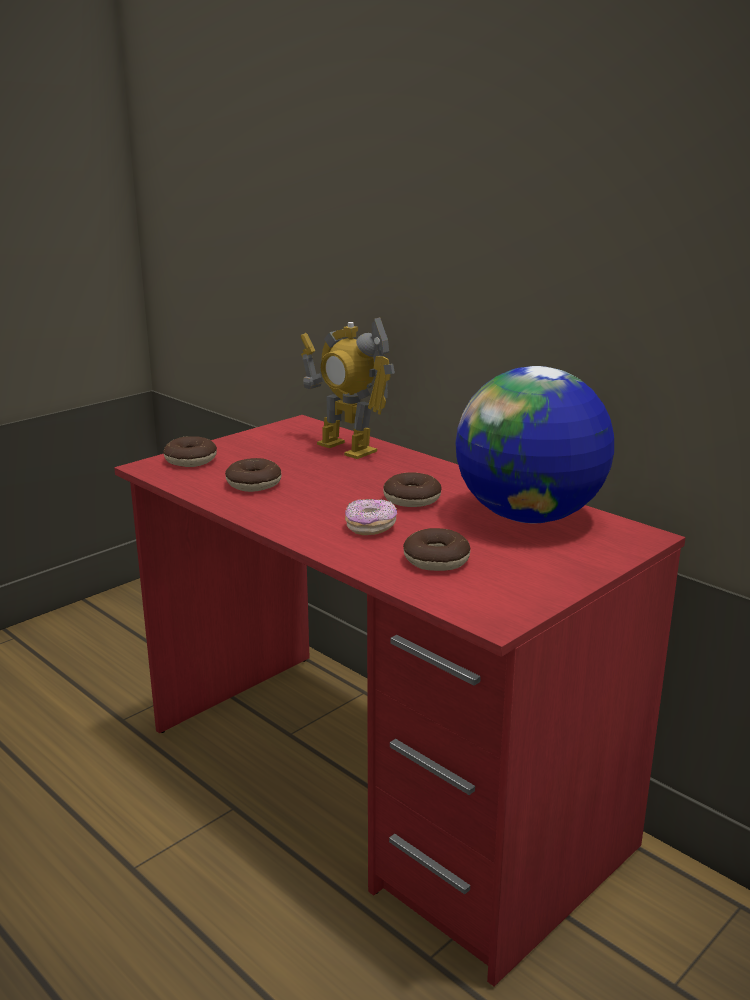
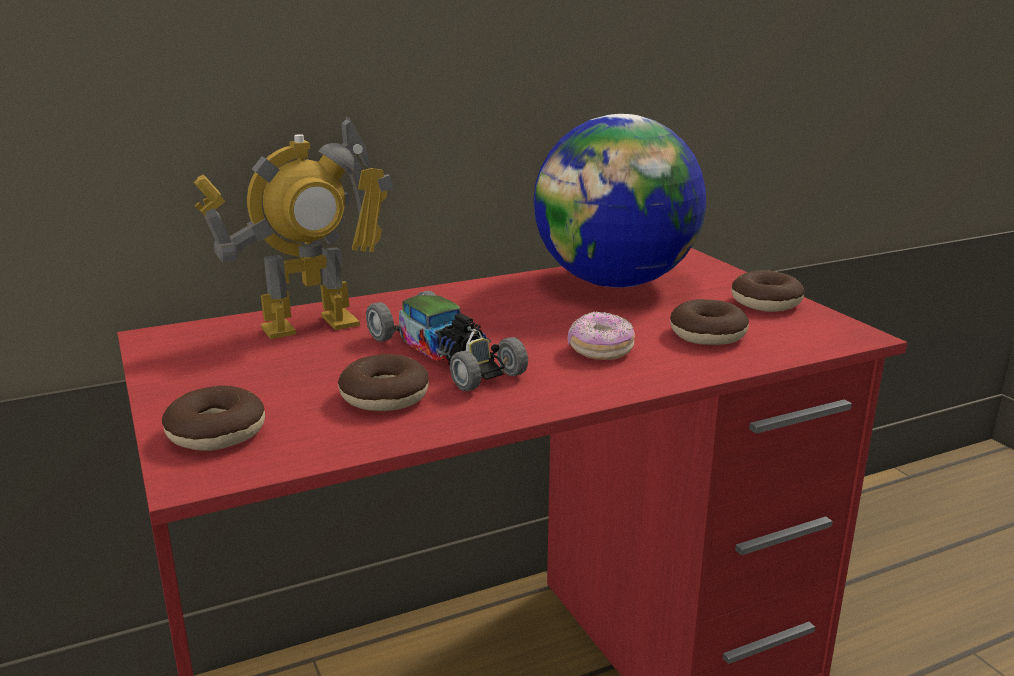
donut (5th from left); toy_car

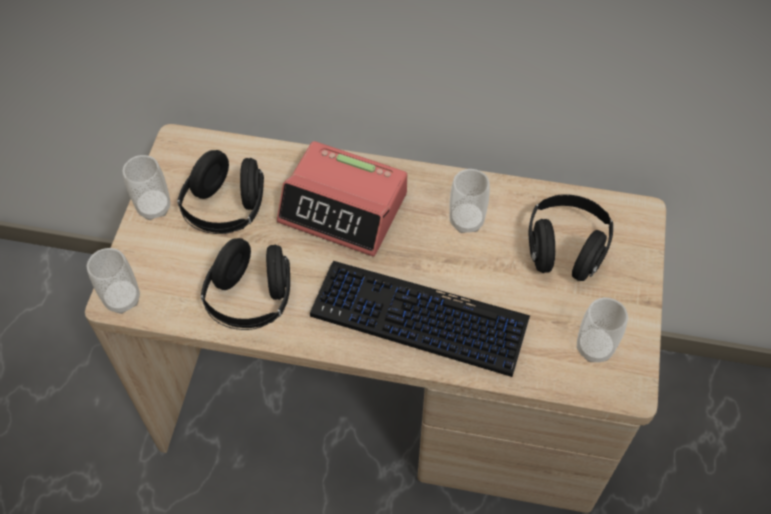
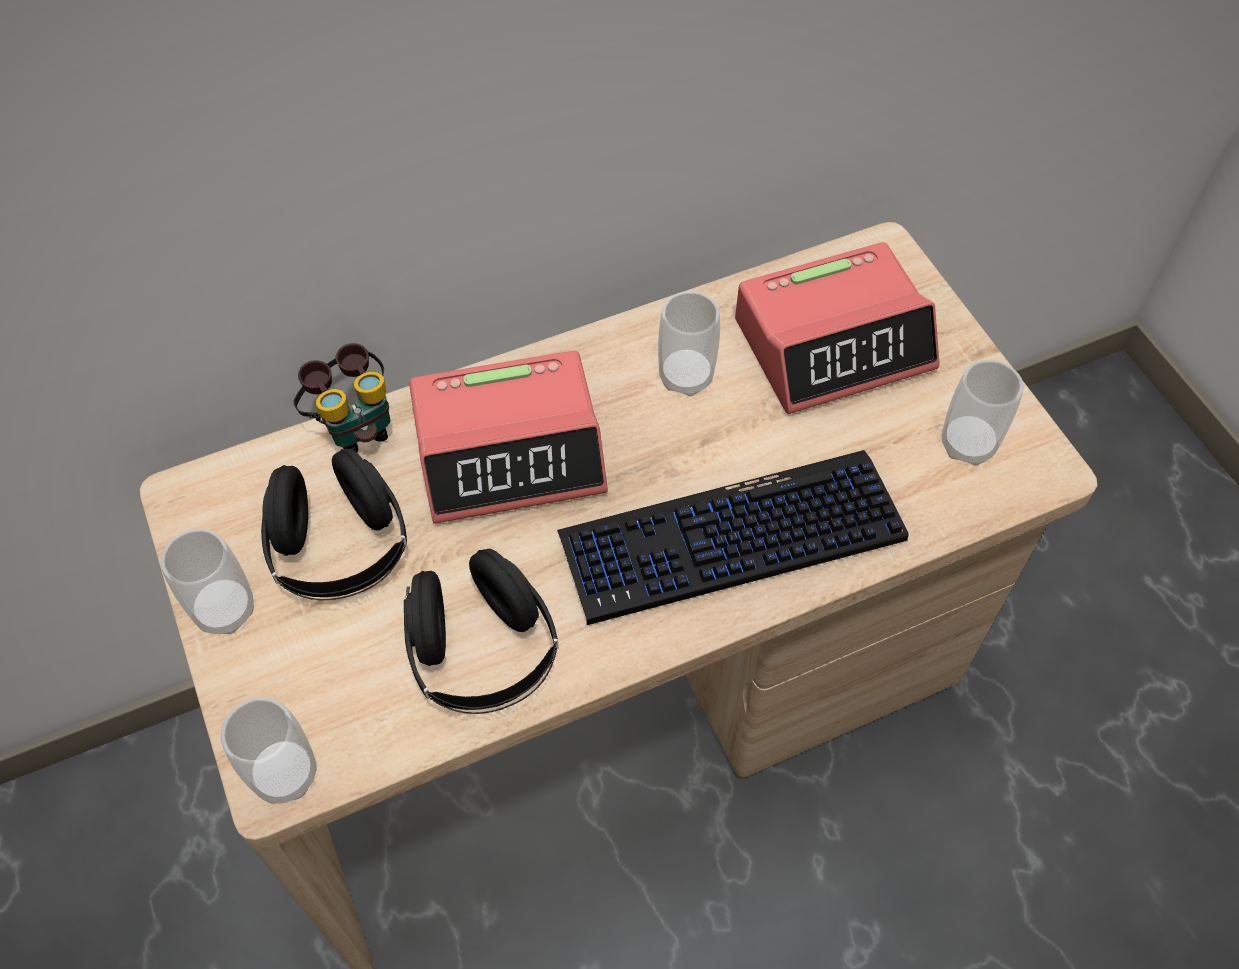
alarm_clock (2nd from left); binoculars

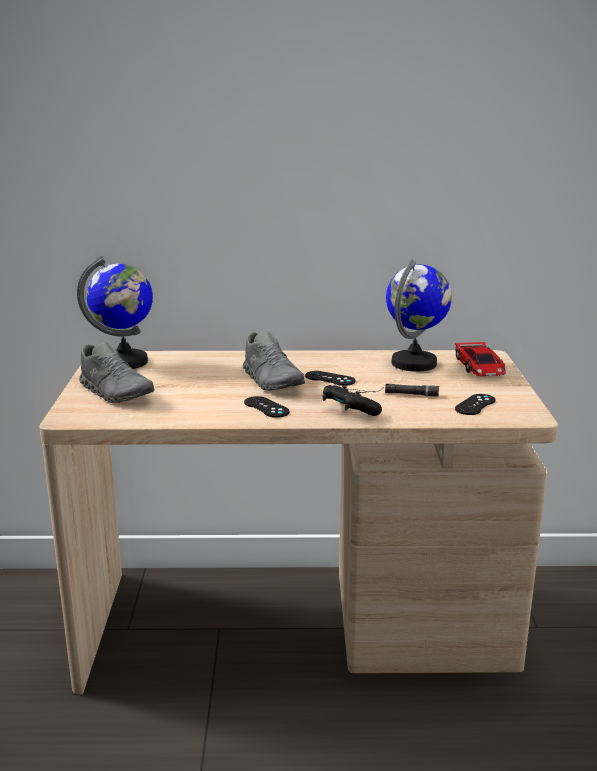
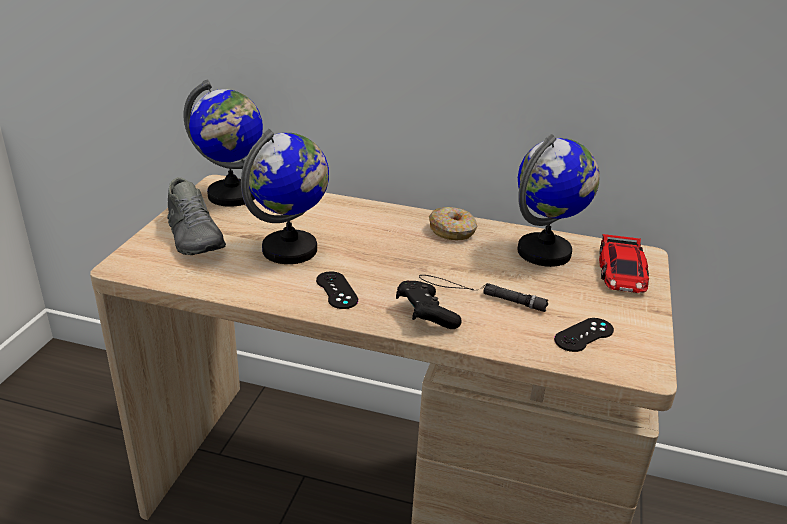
grey_shoe (2nd from left in the first image); black_game_controller (2nd from left in the first image); globe (2nd from left); donut

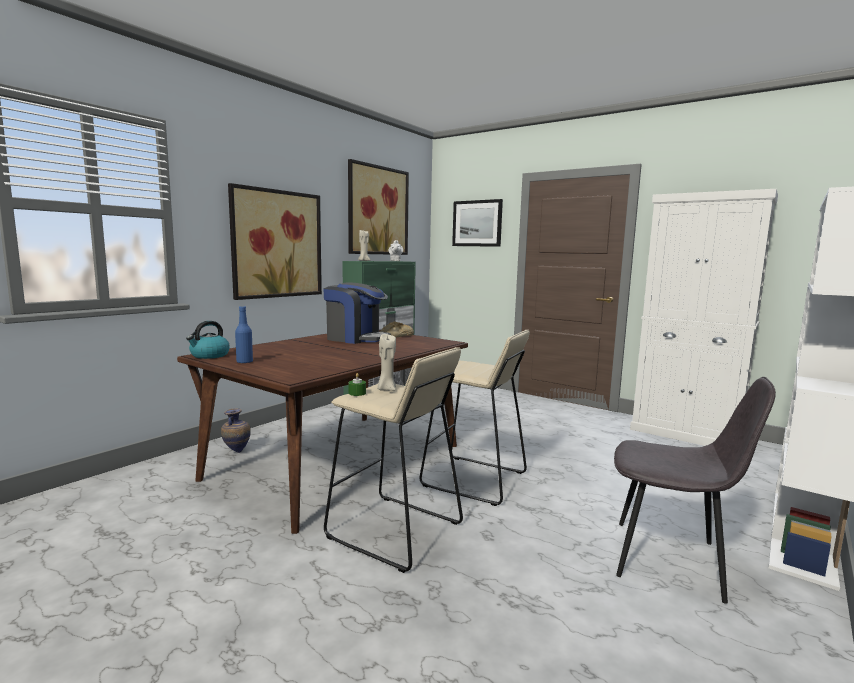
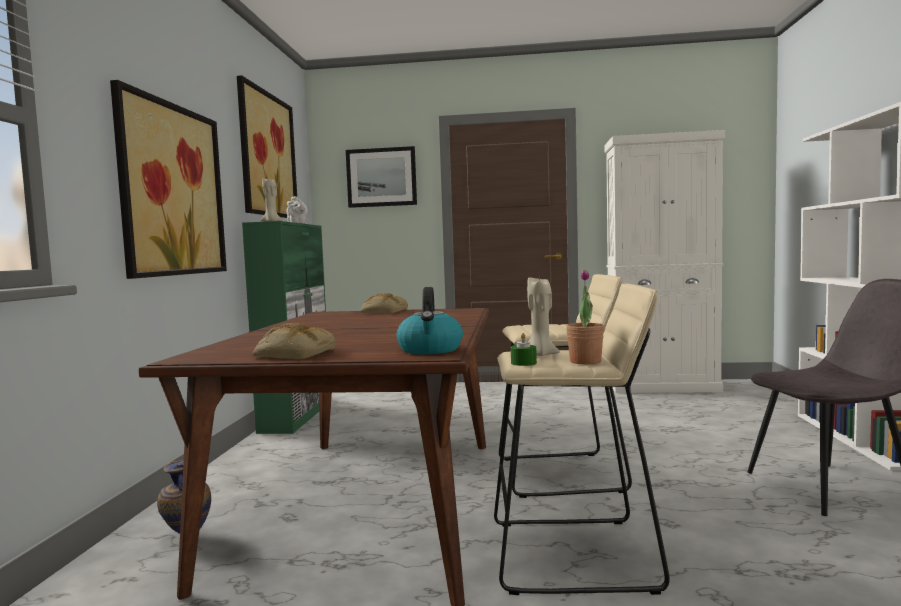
coffee_machine; bread (1st from left); kettle; potted_plant

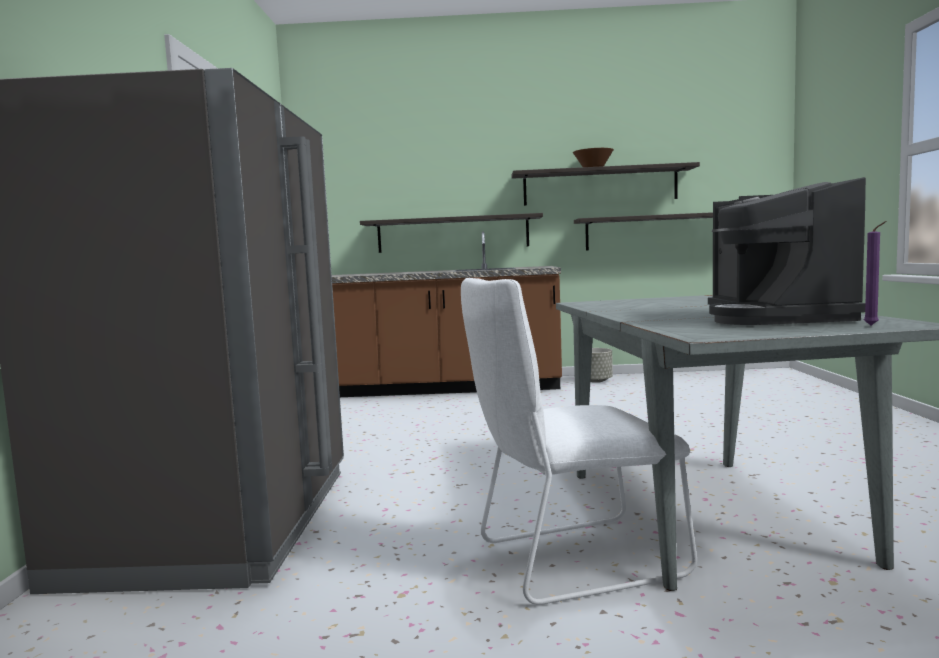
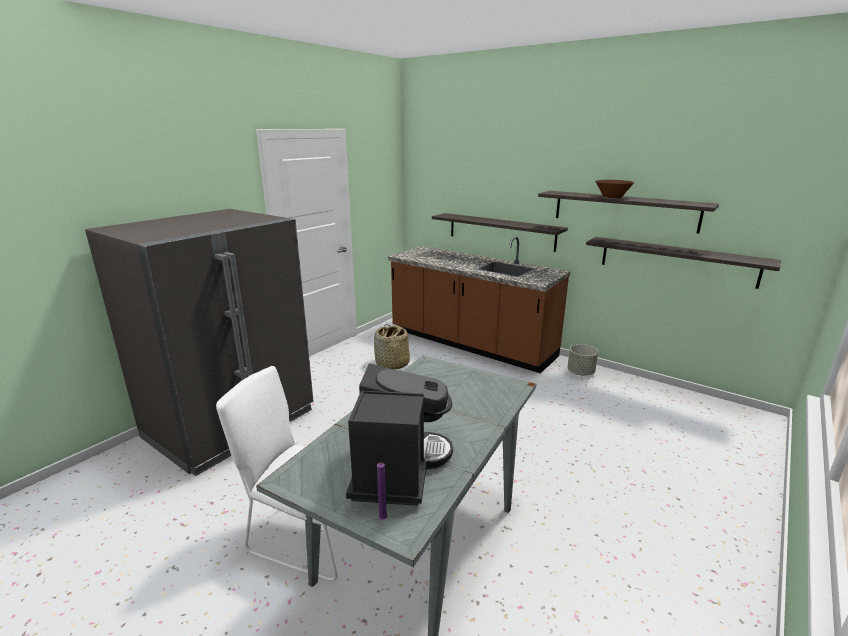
coffee_machine; basket

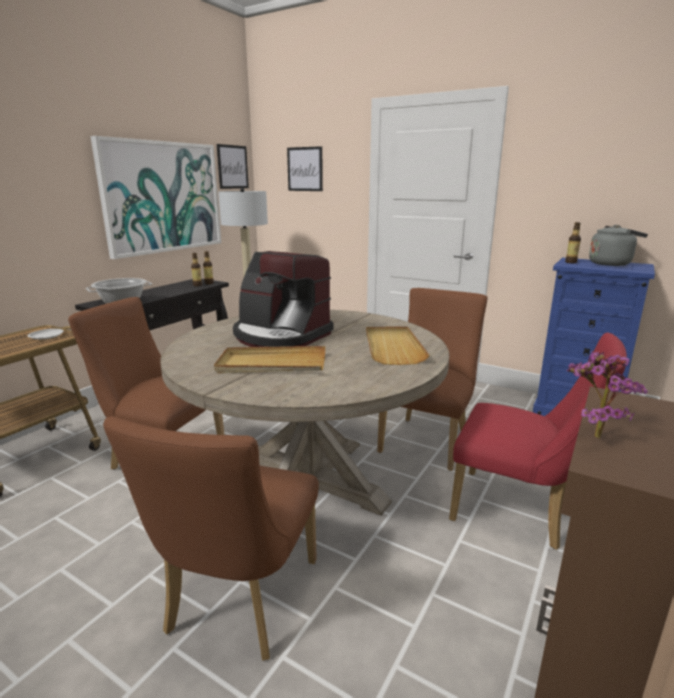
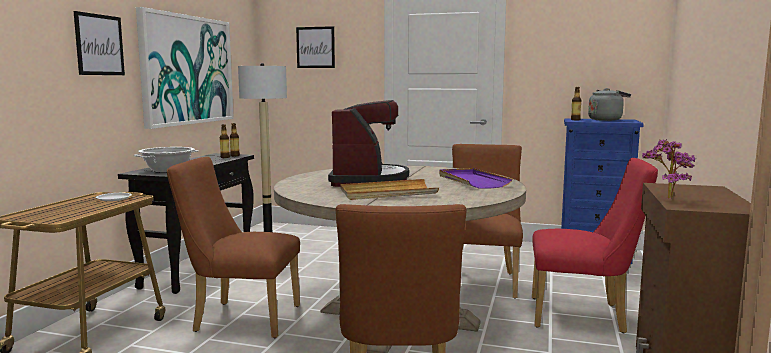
picture (1st from left); coffee_machine; purple_tray

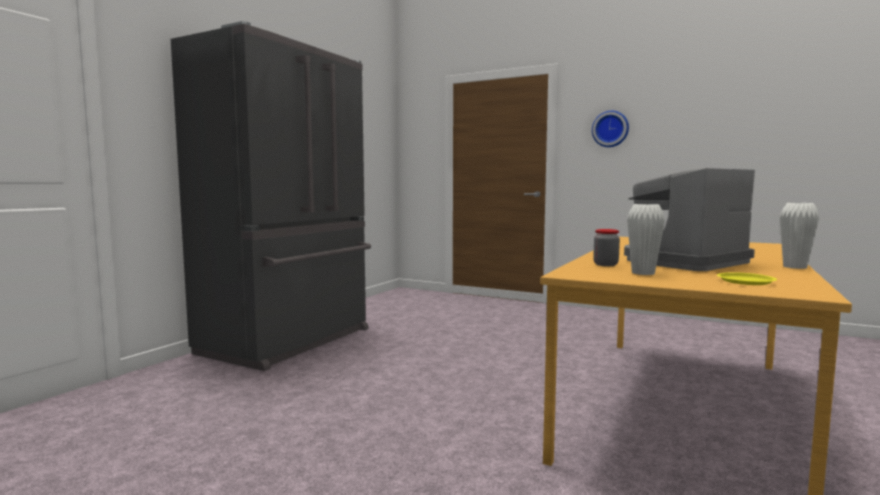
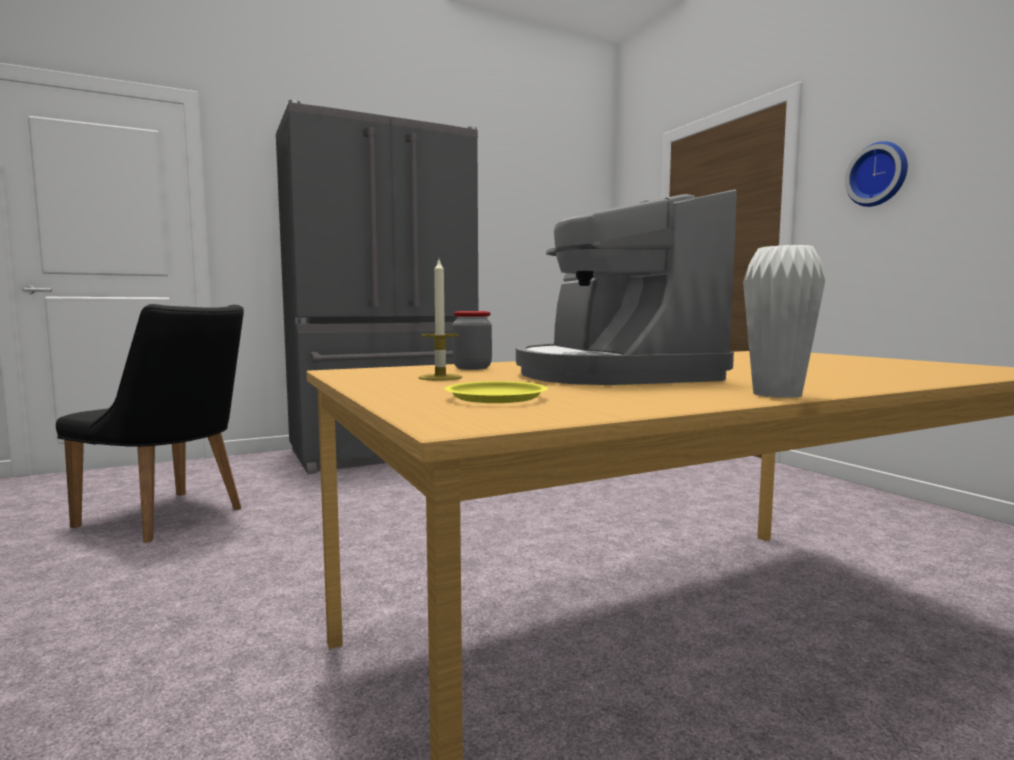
coffee_machine; candle; black_chair

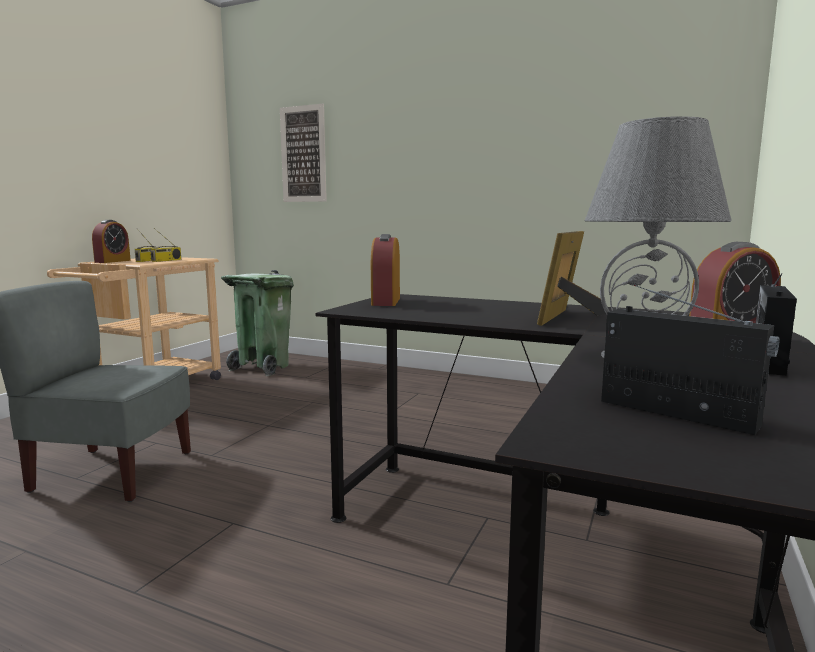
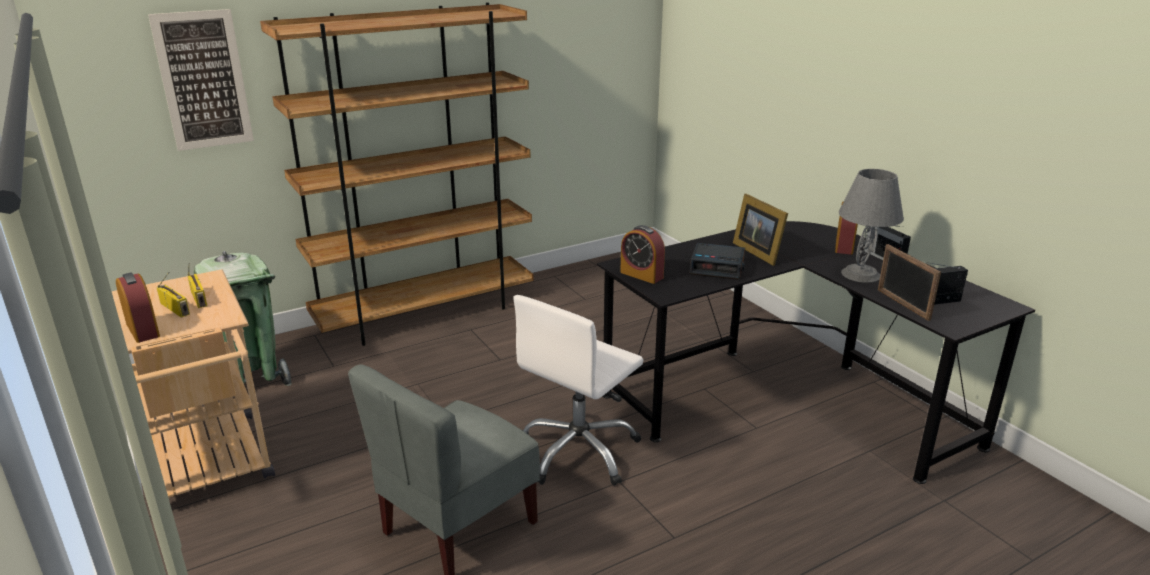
brown_bookcase; alarm_clock (3rd from left); picture_frame (2nd from left); white_office_chair

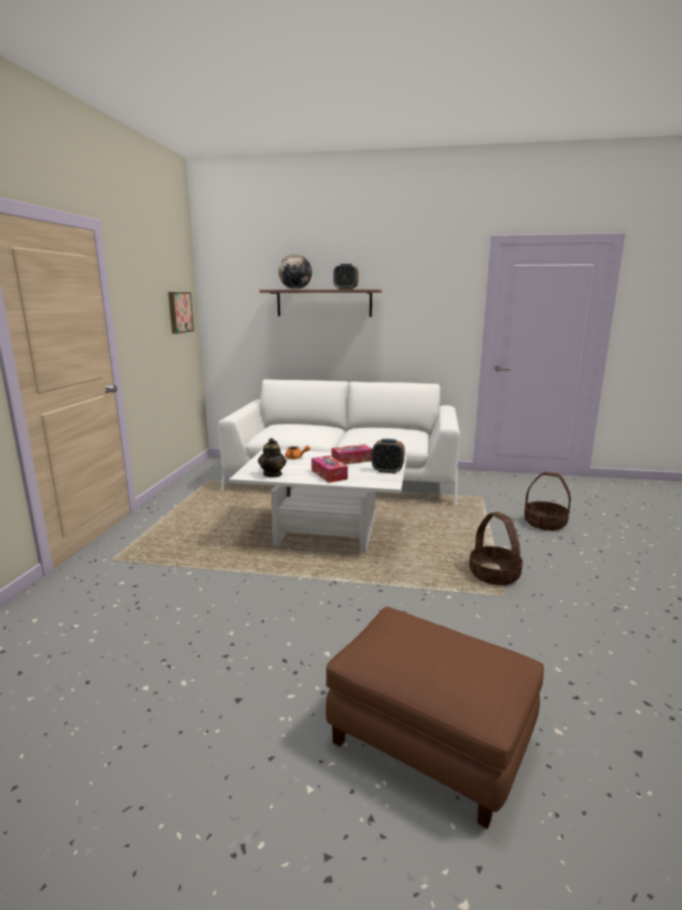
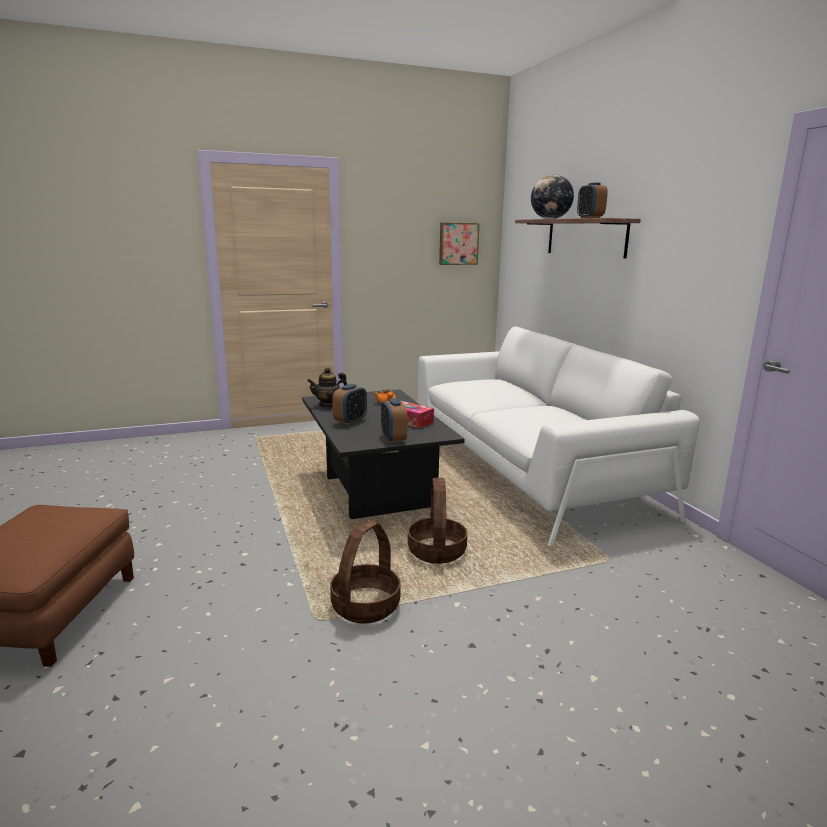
black_coffee_table; alarm_clock (1st from left); basket (2nd from left)

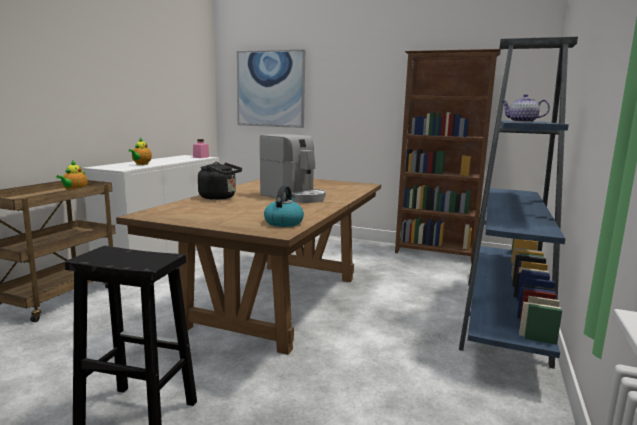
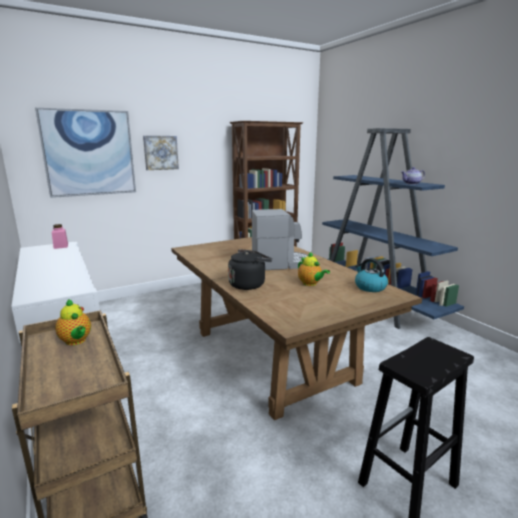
teapot (2nd from left); picture (2nd from left)

